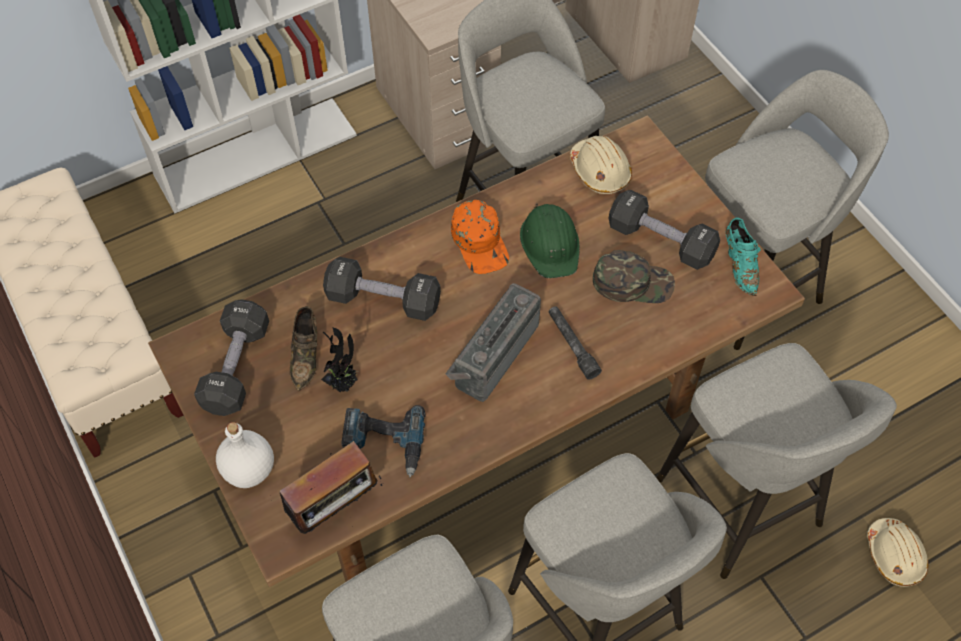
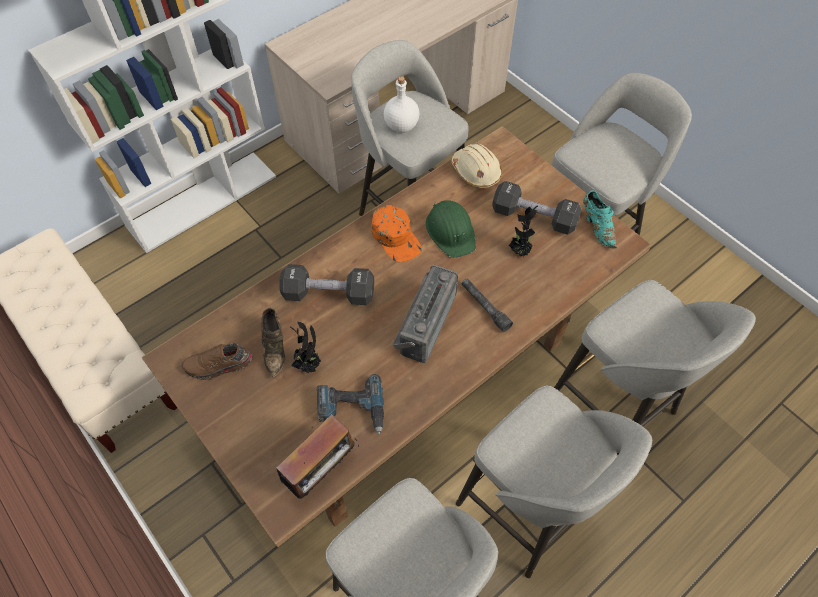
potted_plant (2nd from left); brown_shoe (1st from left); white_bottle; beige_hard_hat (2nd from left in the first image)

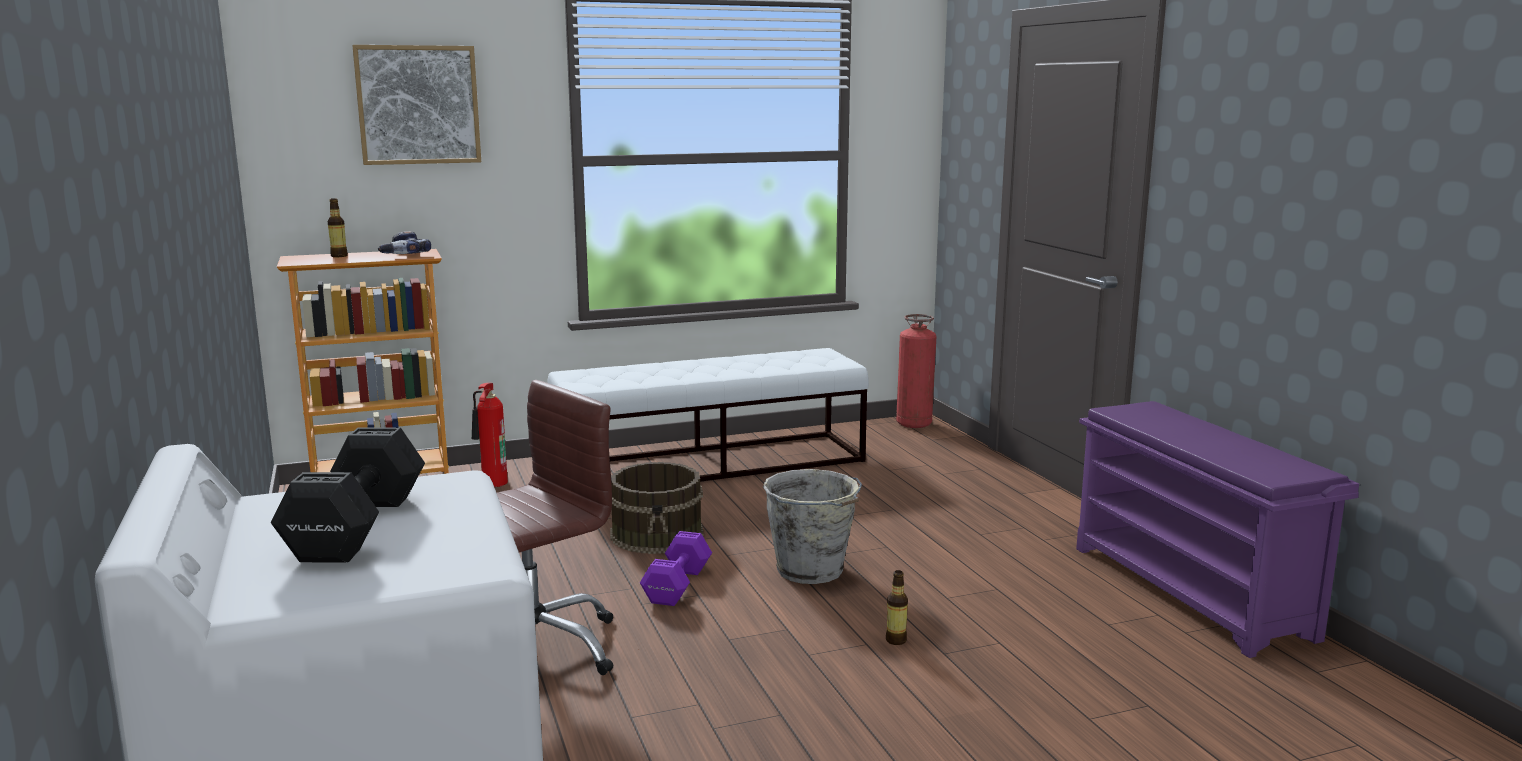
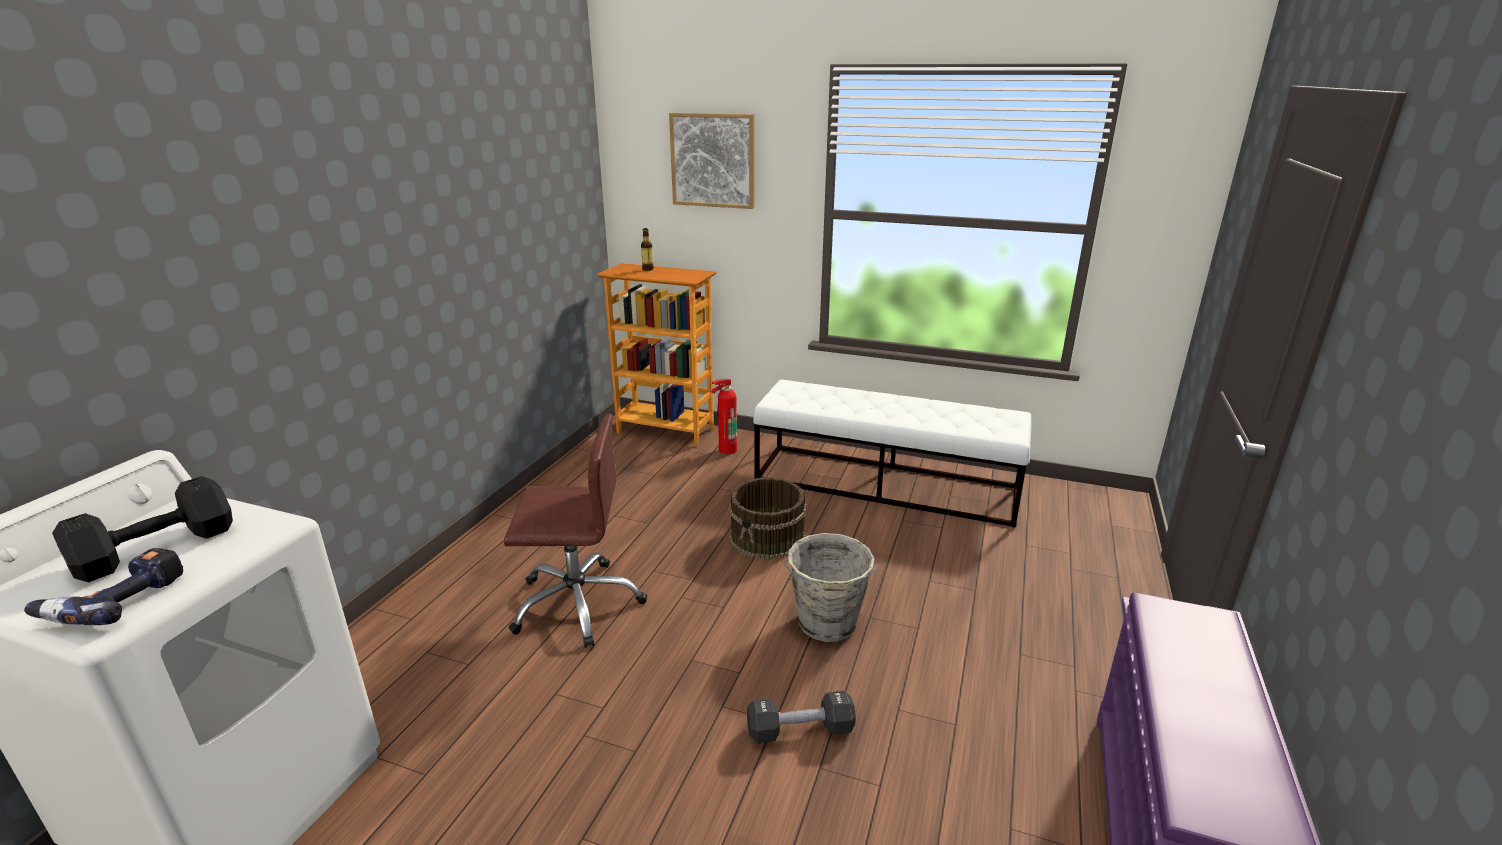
power_drill; fire_extinguisher (2nd from left in the first image); purple_dumbbell; black_dumbbell (2nd from left)

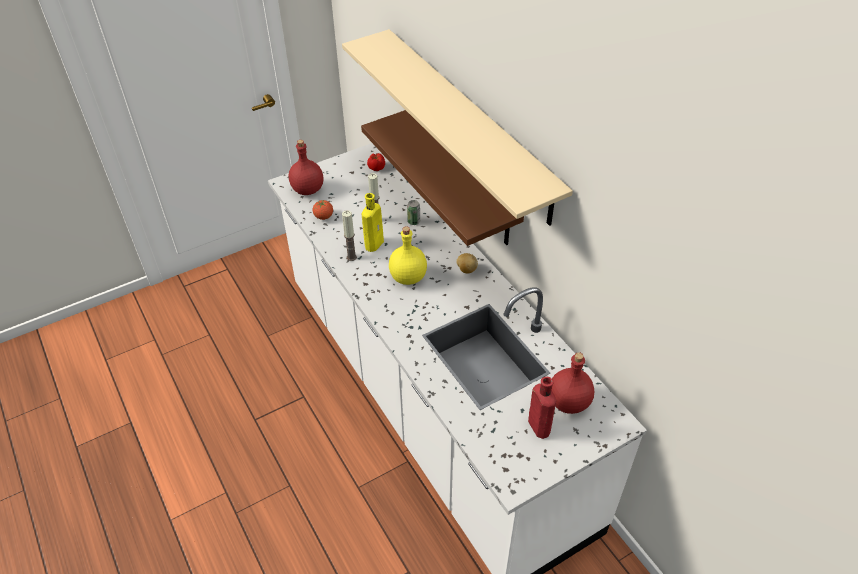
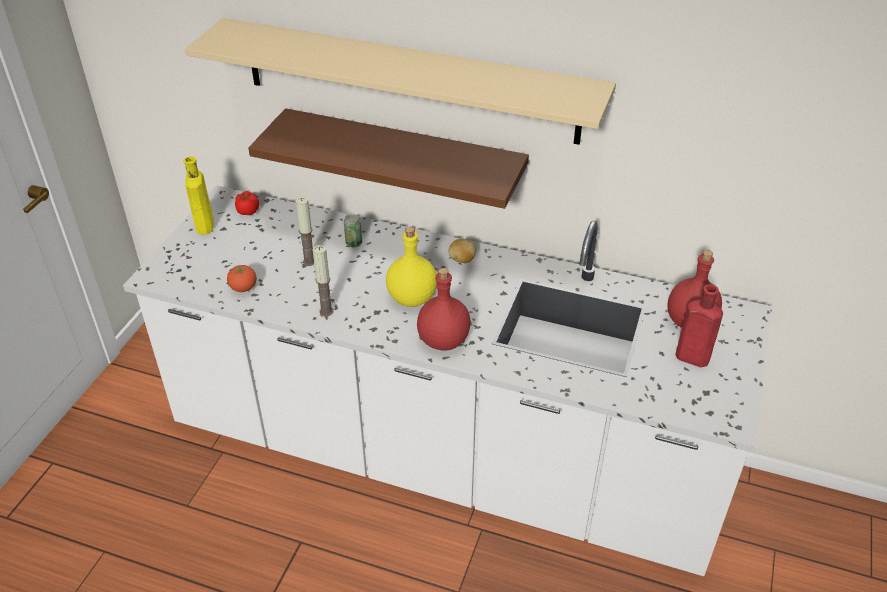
red_bottle (1st from left); yellow_bottle (1st from left)

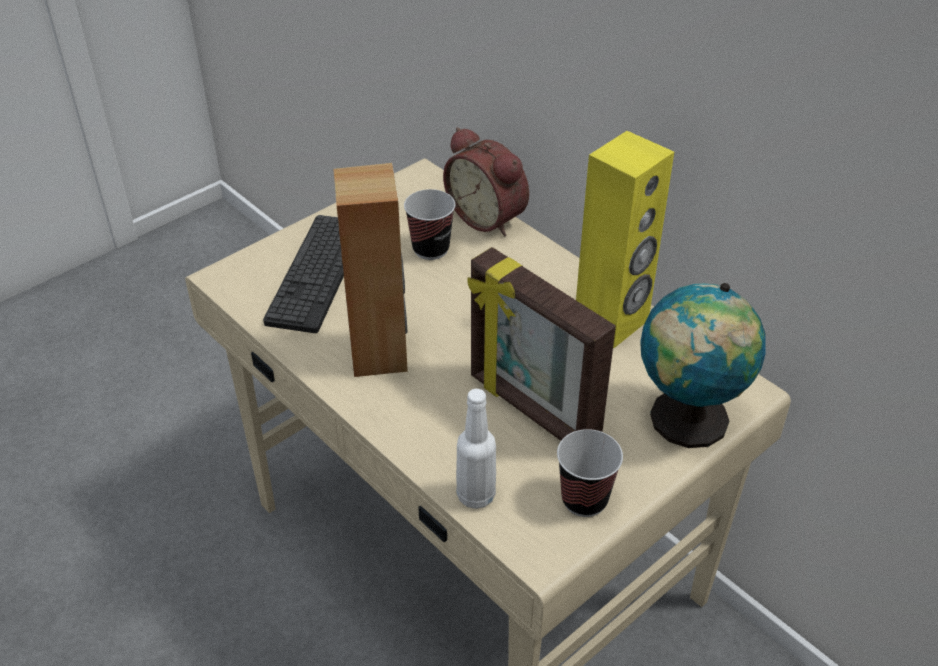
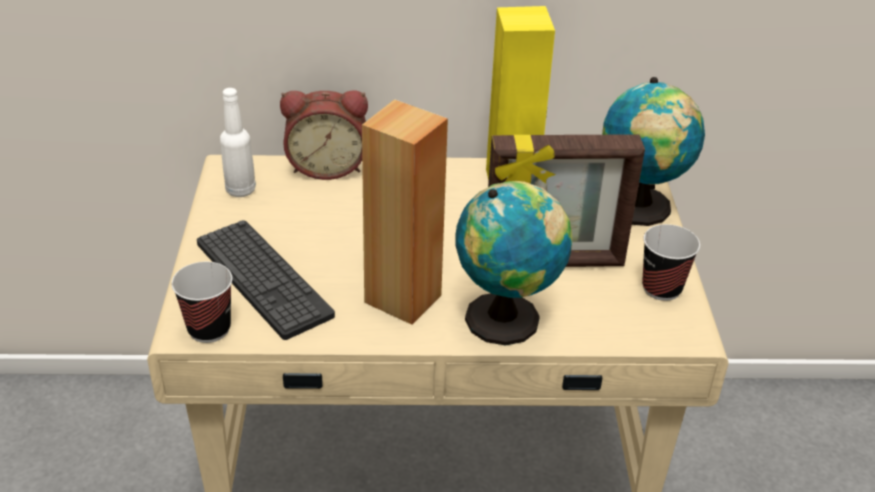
cup (1st from left); white_bottle; globe (1st from left)

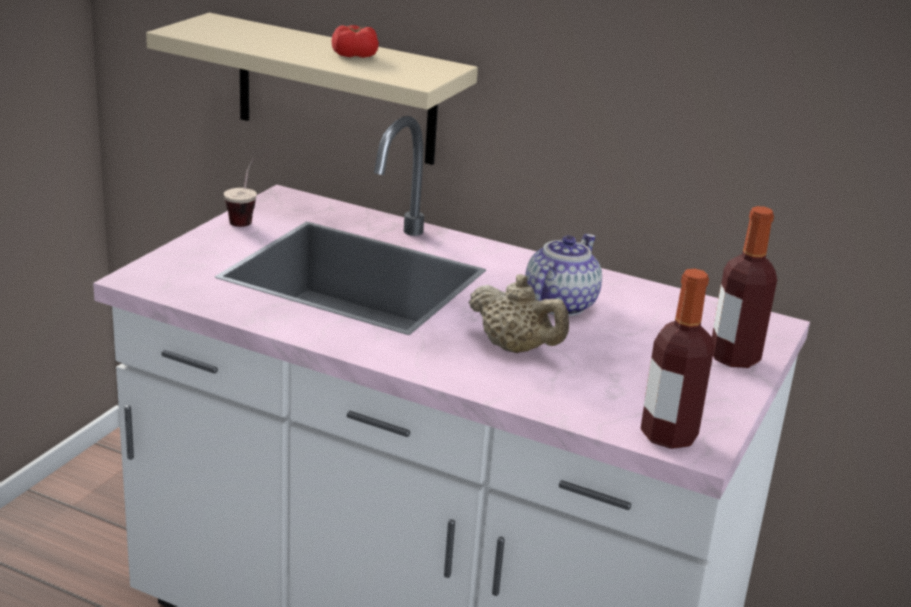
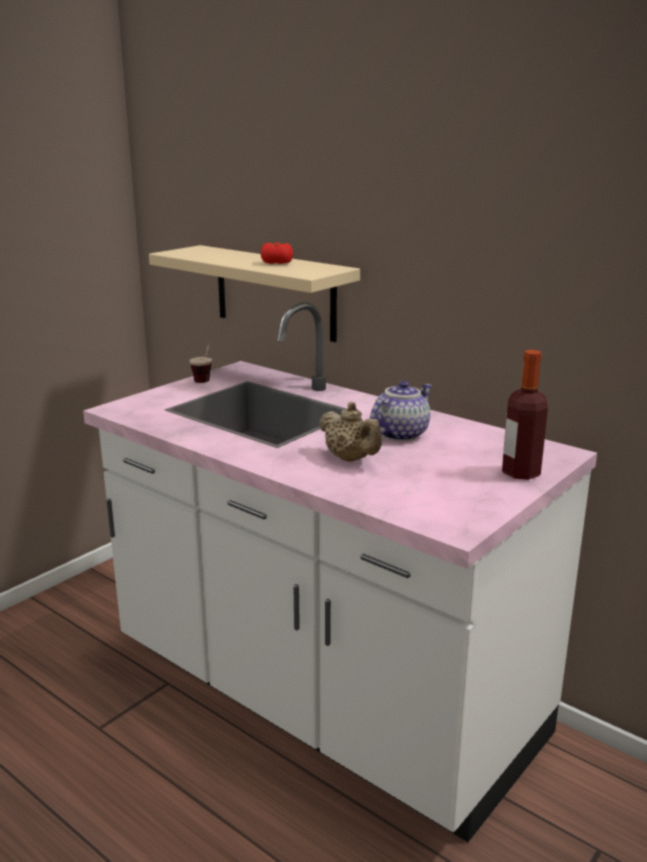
bottle (1st from left in the first image)

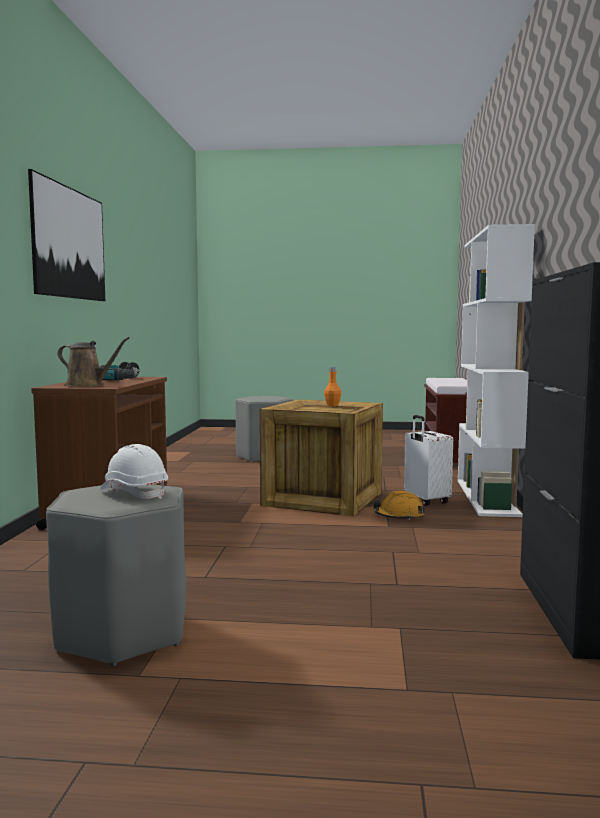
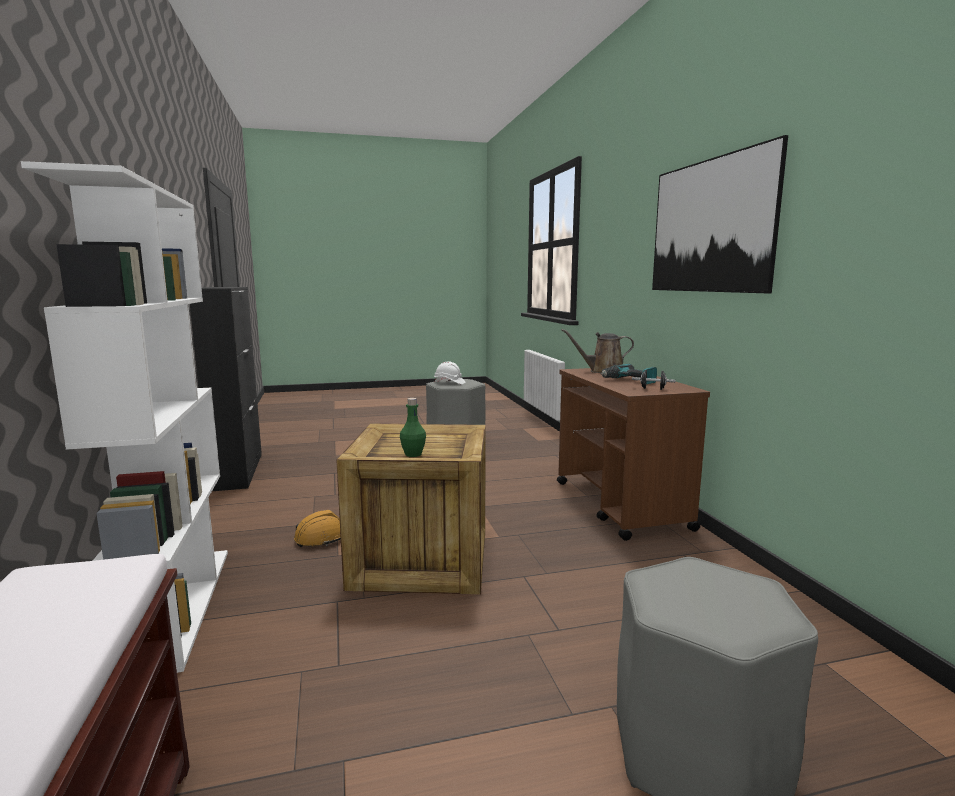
green_bottle; white_suitcase

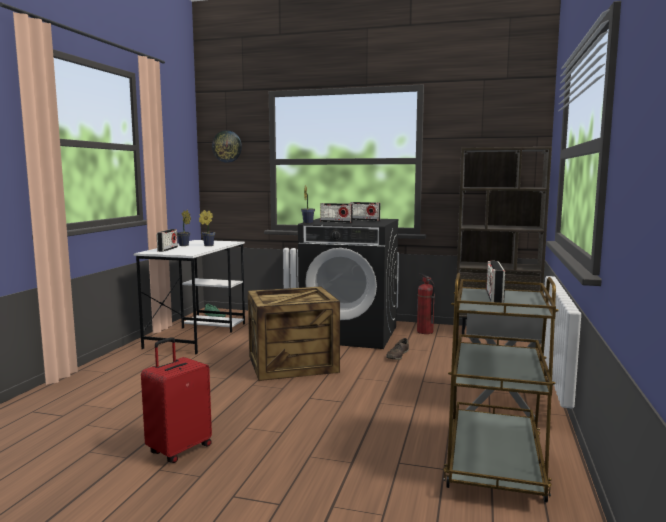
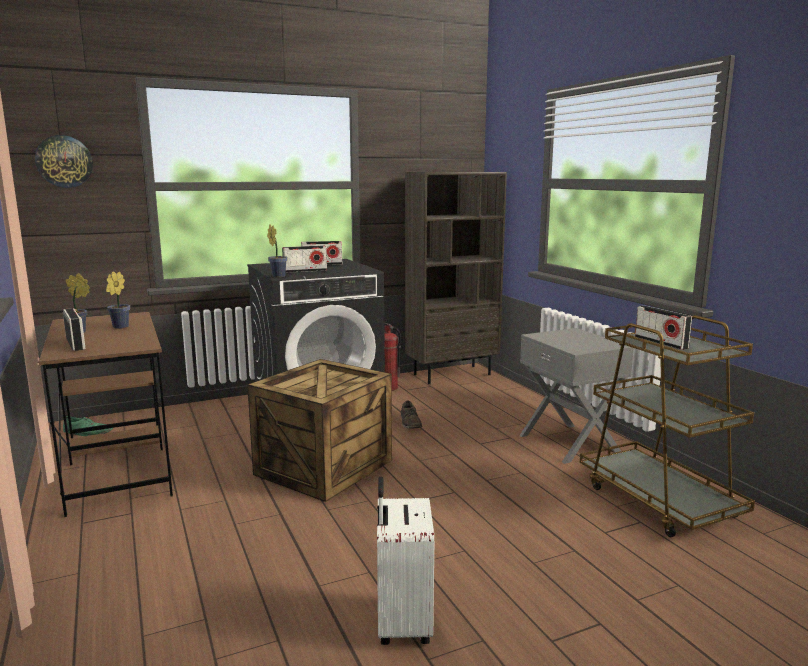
brown_desk; white_suitcase

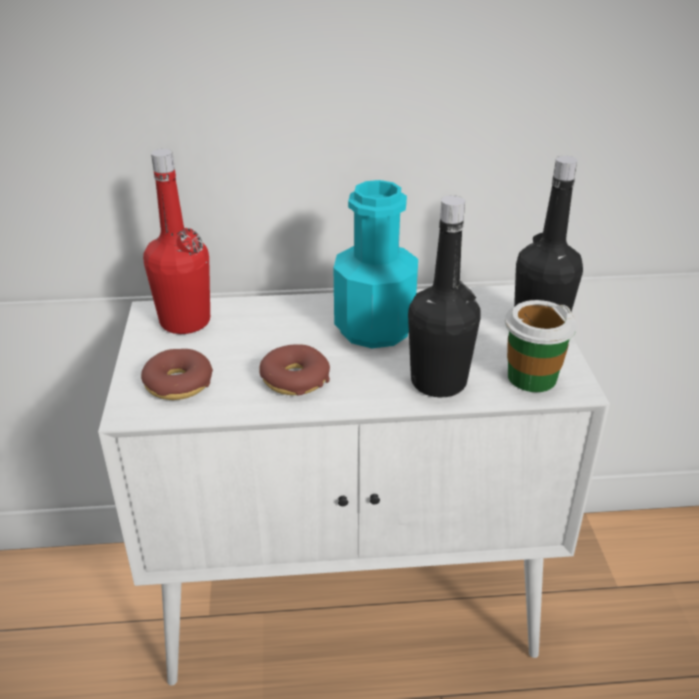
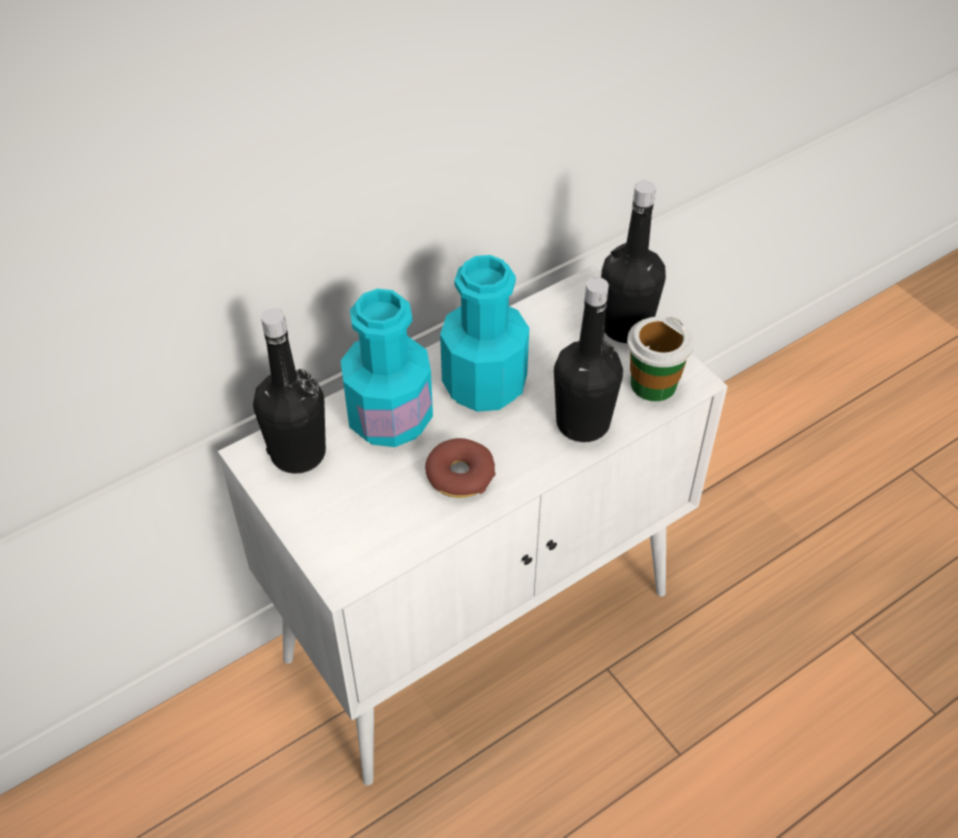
black_bottle (1st from left); donut (1st from left in the first image); turquoise_bottle (1st from left)

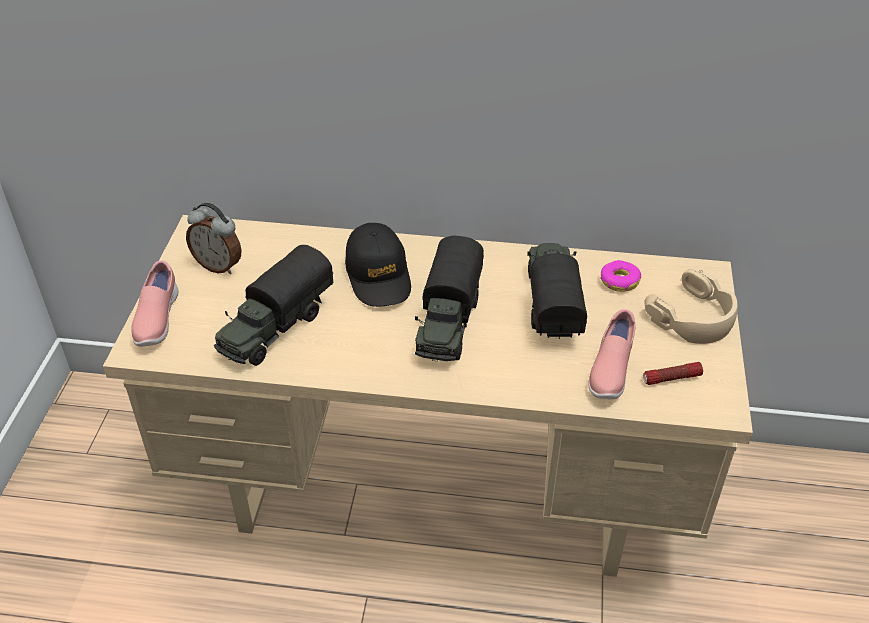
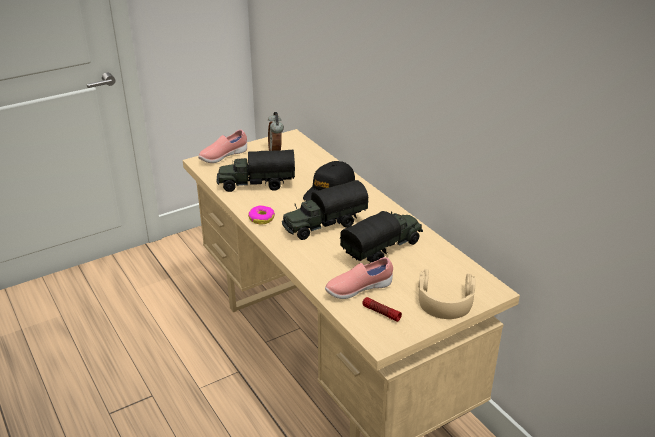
donut

